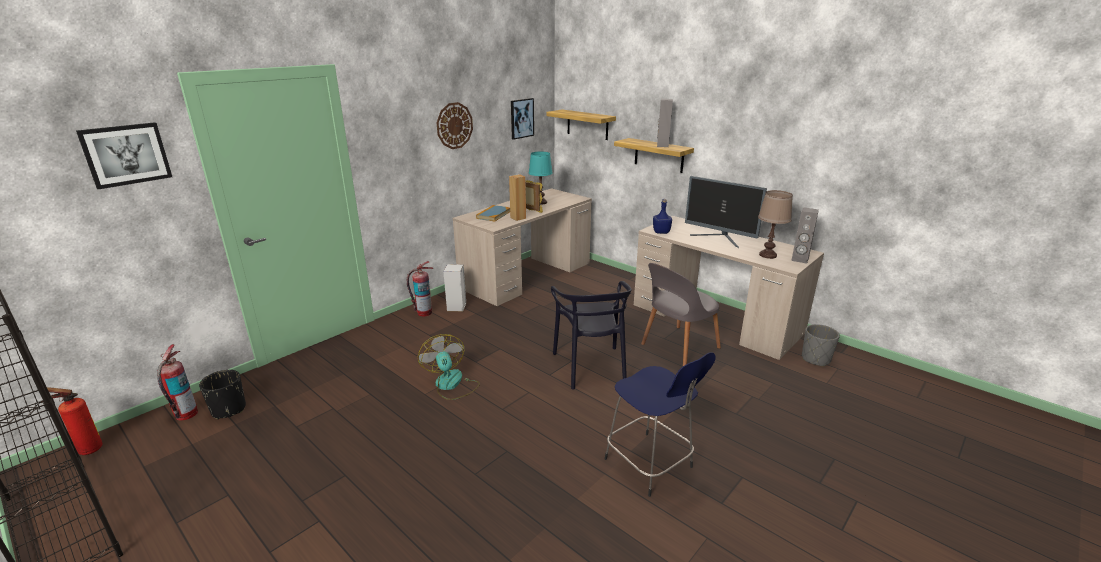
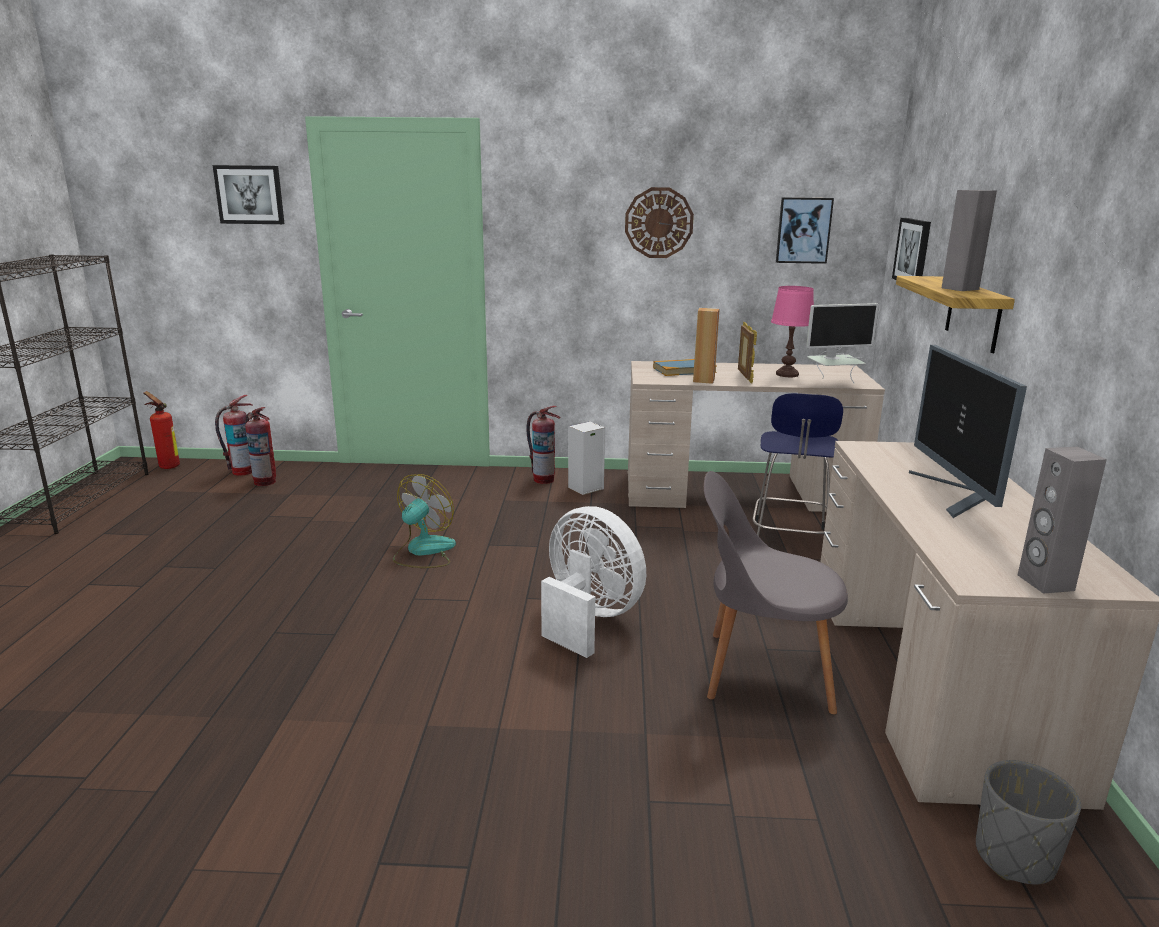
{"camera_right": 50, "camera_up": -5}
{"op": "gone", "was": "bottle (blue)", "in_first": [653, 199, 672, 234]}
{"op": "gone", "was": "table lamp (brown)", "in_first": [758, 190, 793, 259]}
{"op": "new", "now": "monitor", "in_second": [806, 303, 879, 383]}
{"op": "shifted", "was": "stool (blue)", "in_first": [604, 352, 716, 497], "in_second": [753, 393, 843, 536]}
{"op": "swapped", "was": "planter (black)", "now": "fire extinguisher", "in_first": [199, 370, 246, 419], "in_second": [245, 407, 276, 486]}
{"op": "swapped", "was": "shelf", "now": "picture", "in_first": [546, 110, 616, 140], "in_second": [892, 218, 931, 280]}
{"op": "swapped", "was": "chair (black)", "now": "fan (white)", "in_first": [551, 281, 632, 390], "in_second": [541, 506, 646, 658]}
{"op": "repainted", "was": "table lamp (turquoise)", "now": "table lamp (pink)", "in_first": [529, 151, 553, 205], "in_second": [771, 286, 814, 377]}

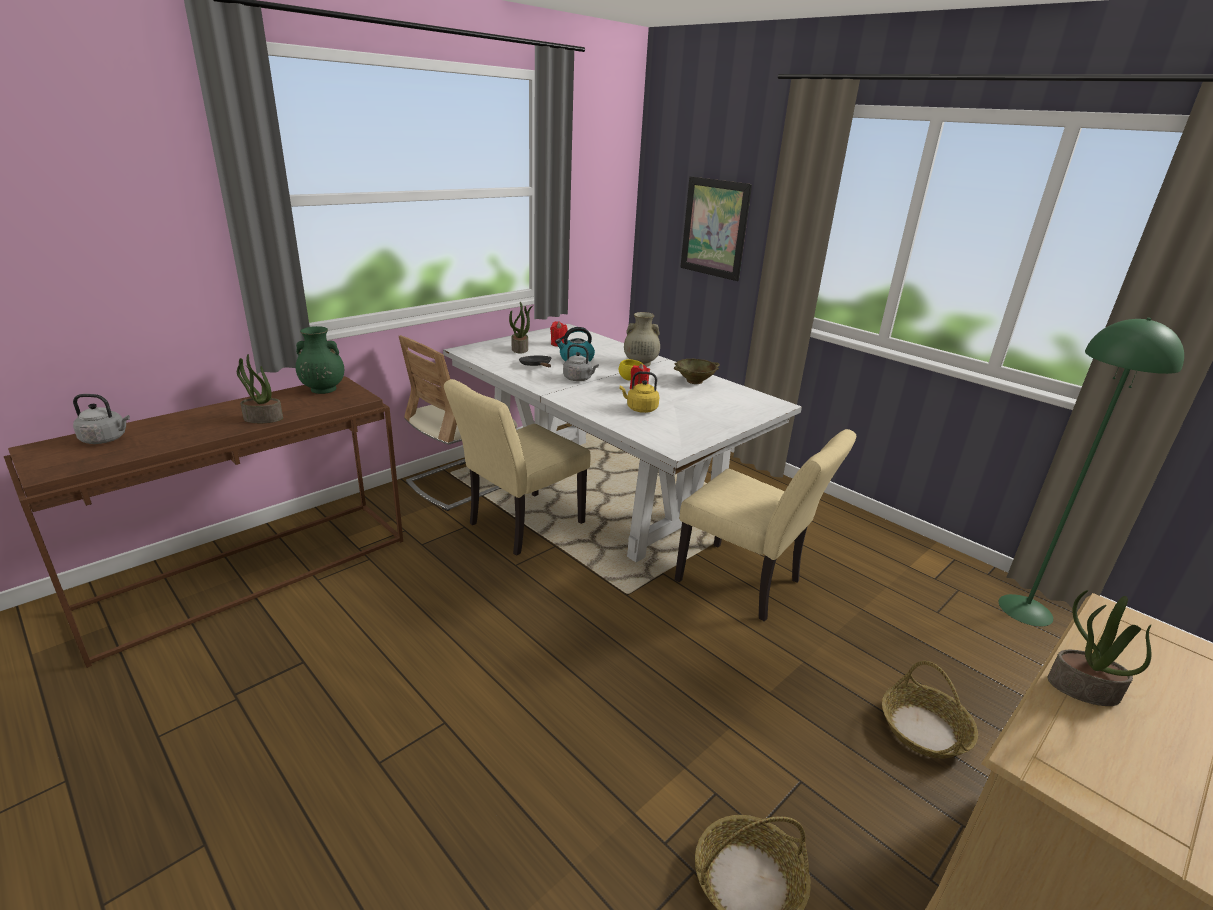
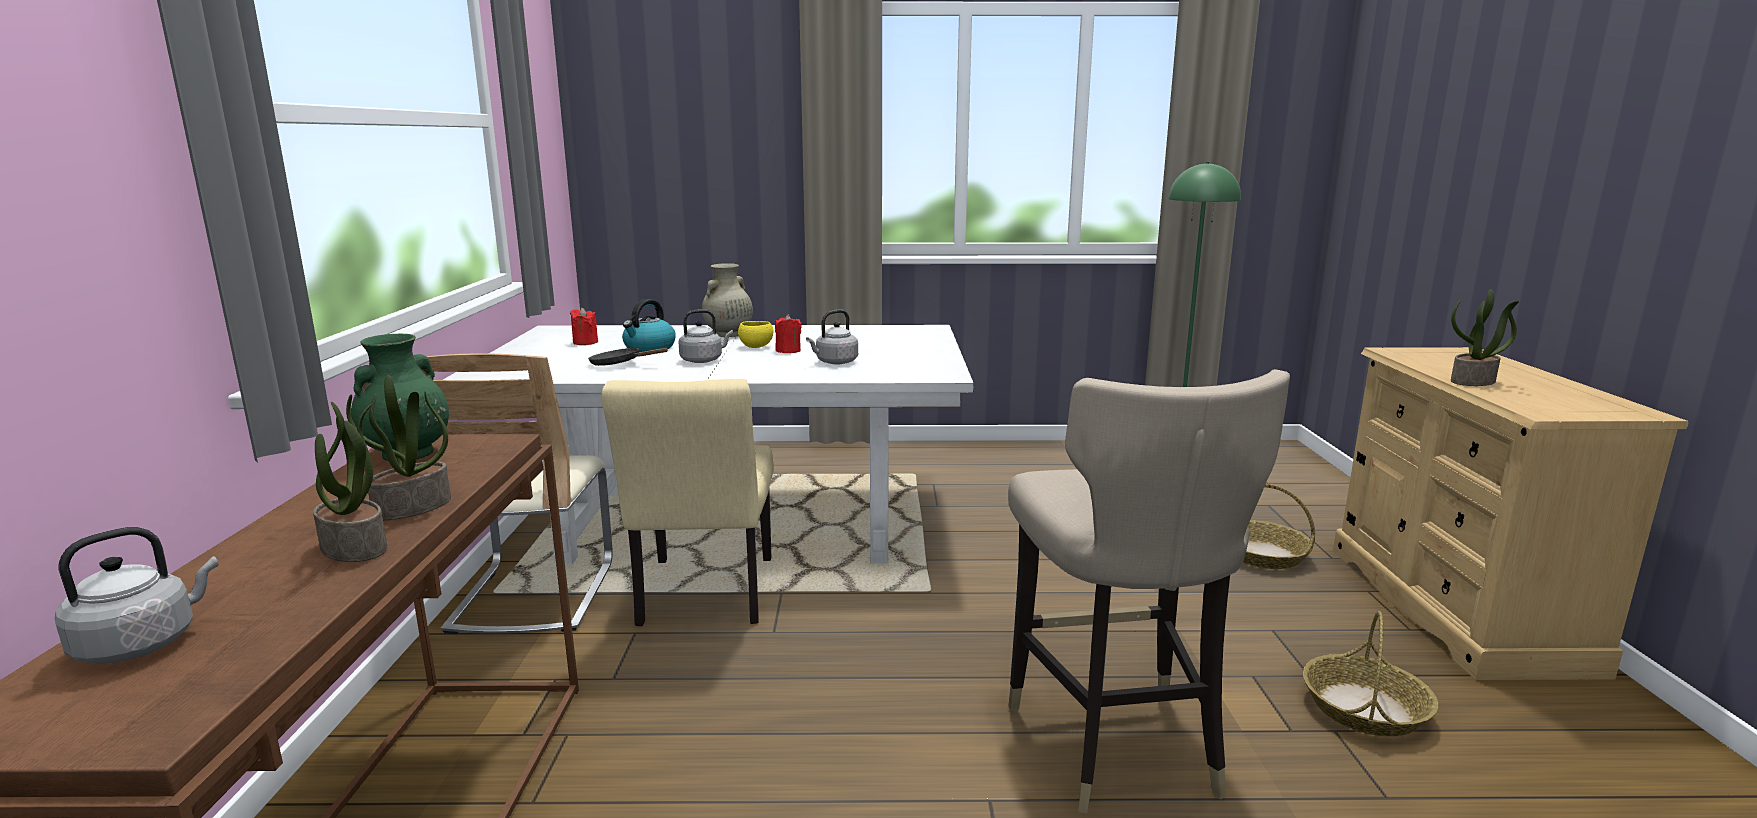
{"camera_right": -45, "camera_up": -10}
{"op": "gone", "was": "bowl (beige)", "in_first": [674, 359, 720, 384]}
{"op": "gone", "was": "chair (beige)", "in_first": [675, 429, 856, 621]}
{"op": "gone", "was": "picture", "in_first": [680, 177, 752, 281]}
{"op": "new", "now": "stool (beige)", "in_second": [1008, 369, 1290, 814]}
{"op": "shifted", "was": "potted plant", "in_first": [509, 302, 533, 353], "in_second": [313, 402, 387, 562]}
{"op": "repainted", "was": "kettle (yellow)", "now": "kettle (grey)", "in_first": [620, 371, 659, 413], "in_second": [806, 310, 858, 364]}

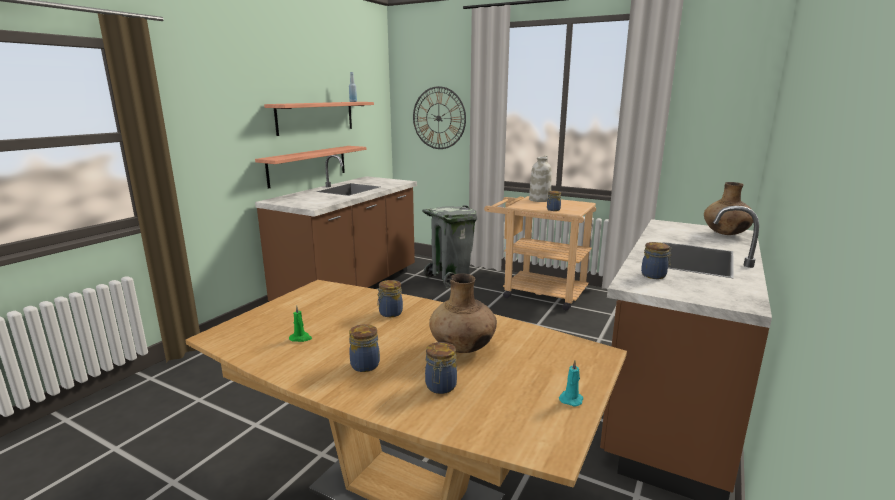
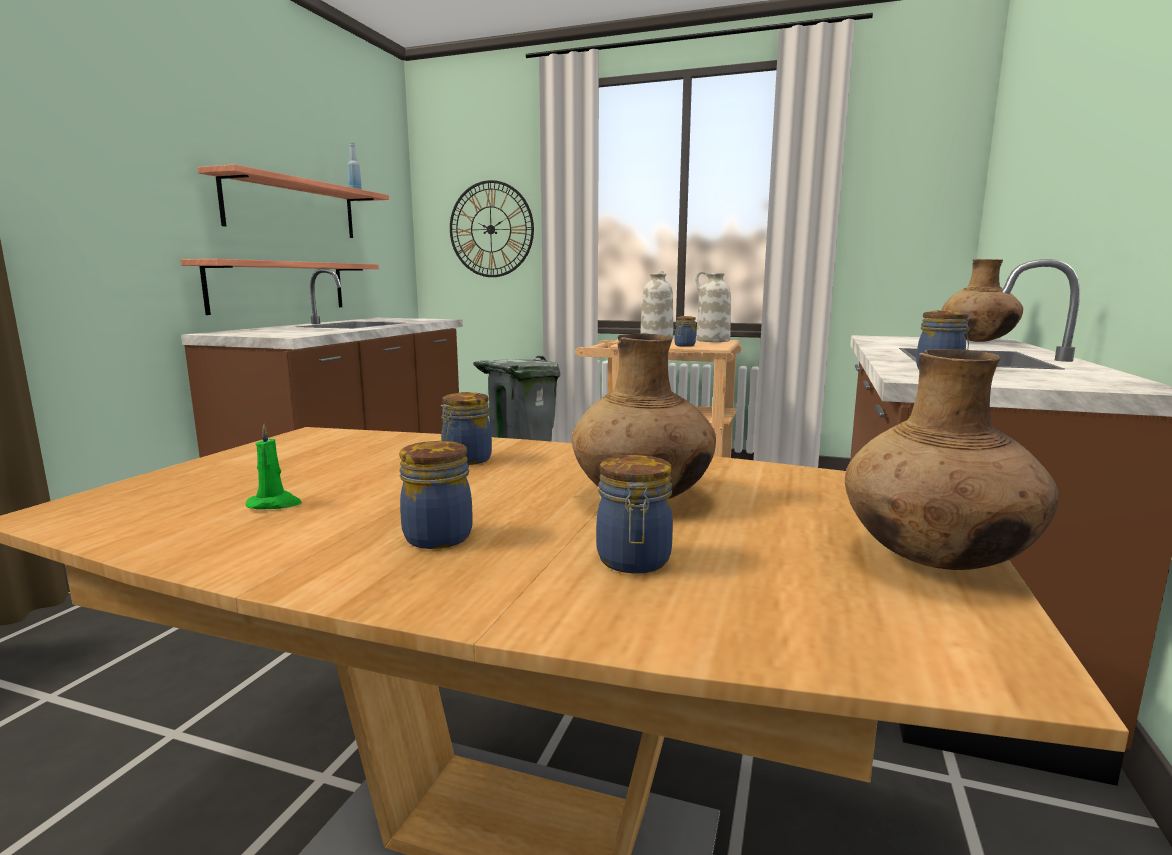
{"camera_right": -10, "camera_up": -5}
{"op": "new", "now": "vase (white)", "in_second": [696, 270, 731, 342]}
{"op": "swapped", "was": "candle (turquoise)", "now": "vase (brown)", "in_first": [559, 360, 583, 407], "in_second": [845, 349, 1059, 570]}

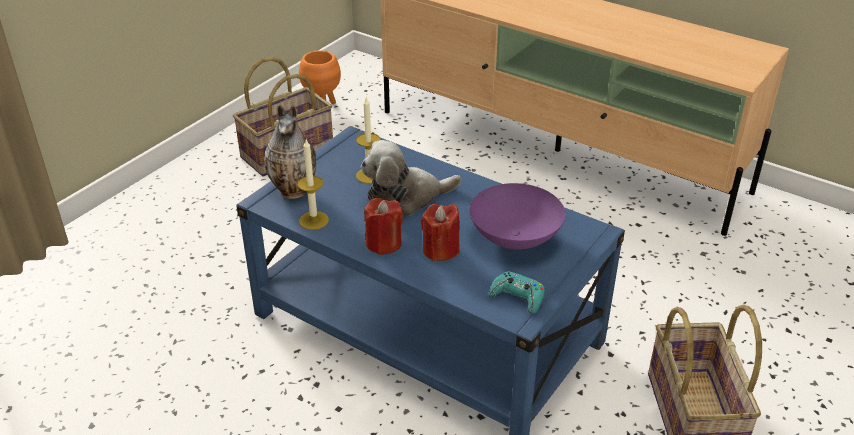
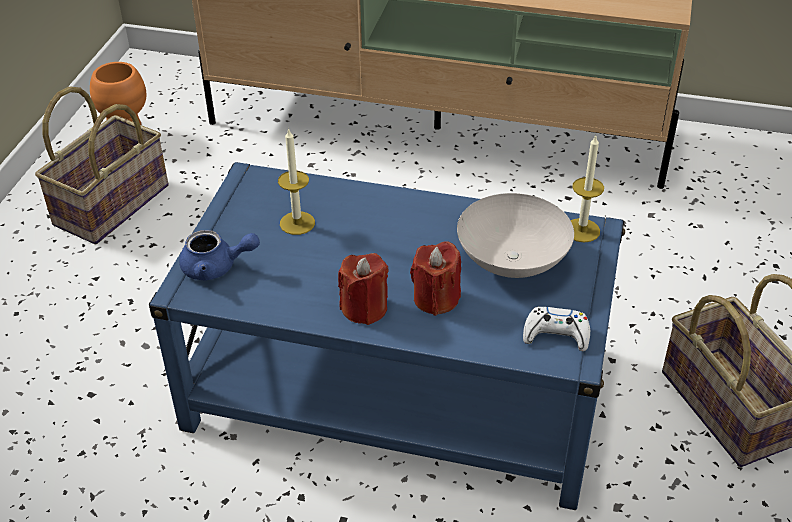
{"camera_right": -20, "camera_up": 5}
{"op": "gone", "was": "plush toy", "in_first": [361, 140, 461, 216]}
{"op": "shifted", "was": "candle", "in_first": [297, 140, 329, 230], "in_second": [570, 136, 604, 243]}
{"op": "swapped", "was": "vase", "now": "teapot (blue)", "in_first": [264, 104, 316, 199], "in_second": [179, 230, 260, 280]}
{"op": "repainted", "was": "bowl (purple)", "now": "bowl (white)", "in_first": [469, 183, 565, 250], "in_second": [457, 193, 574, 278]}
{"op": "repainted", "was": "game controller (turquoise)", "now": "game controller (white)", "in_first": [489, 271, 545, 314], "in_second": [523, 307, 590, 351]}

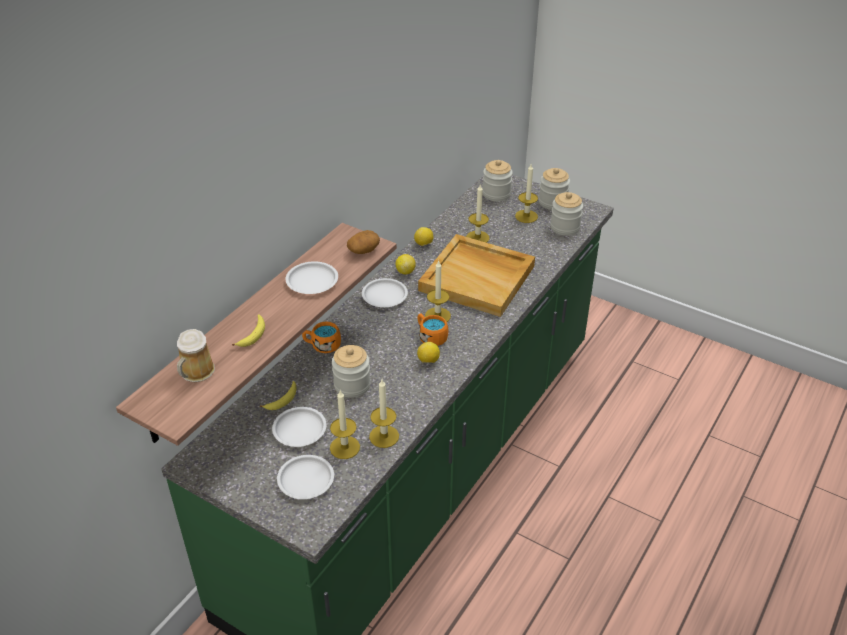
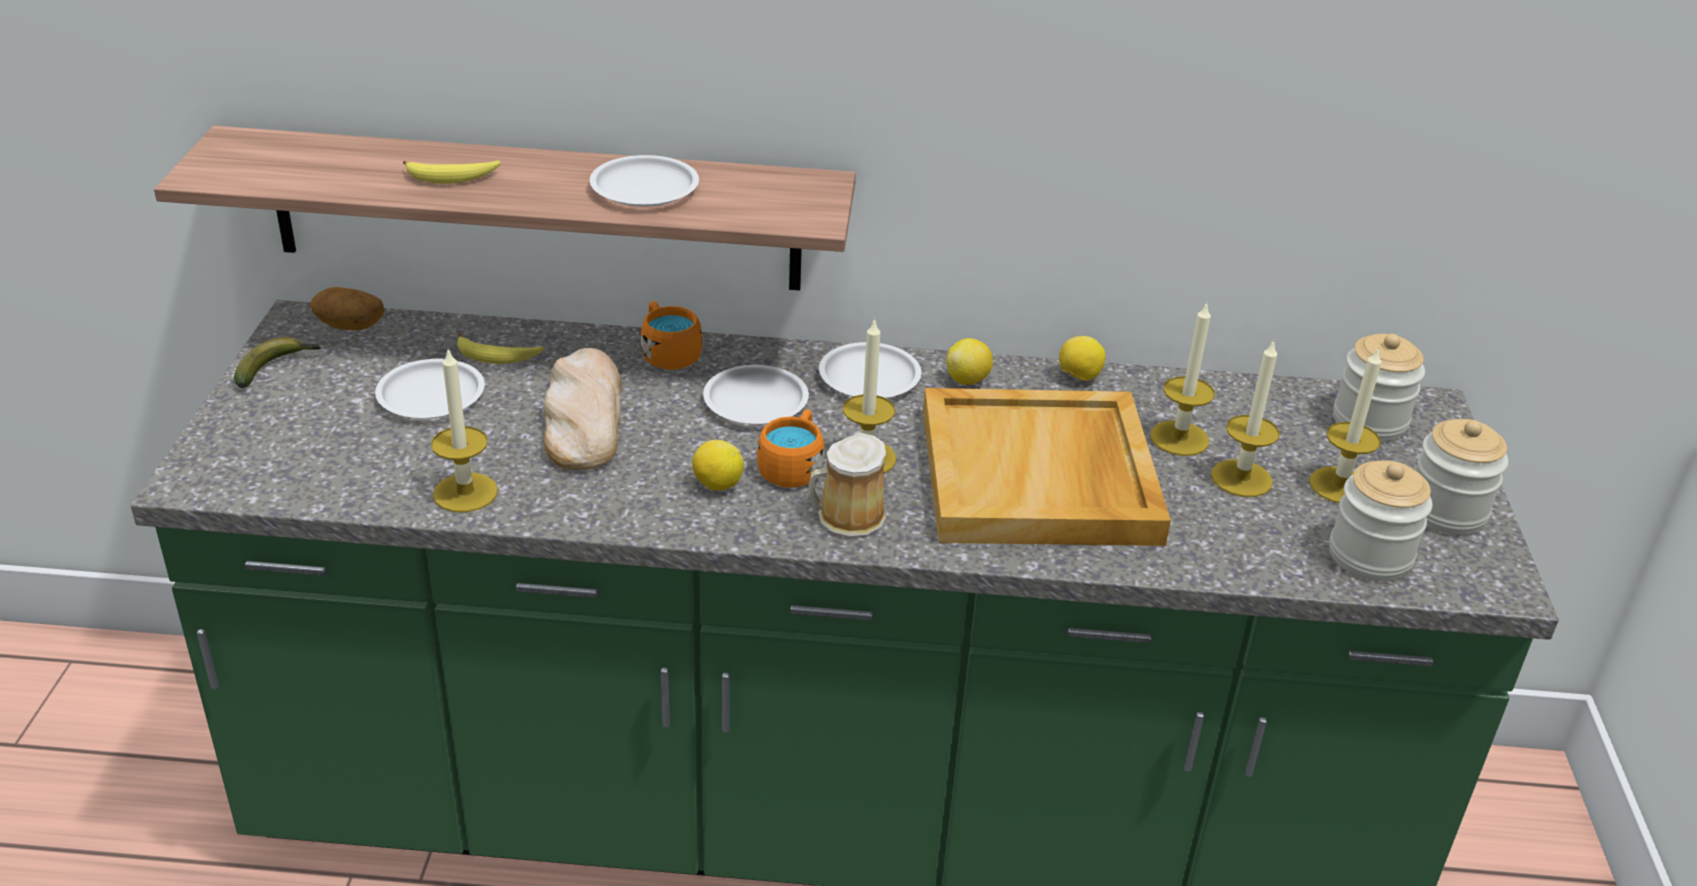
{"camera_right": 60, "camera_up": -5}
{"op": "new", "now": "banana", "in_second": [234, 337, 322, 388]}
{"op": "shifted", "was": "mug", "in_first": [177, 329, 215, 382], "in_second": [808, 433, 886, 537]}
{"op": "shifted", "was": "plate (white)", "in_first": [277, 455, 334, 499], "in_second": [703, 365, 809, 424]}
{"op": "shifted", "was": "candle", "in_first": [330, 390, 360, 459], "in_second": [1211, 339, 1280, 497]}
{"op": "shifted", "was": "potato", "in_first": [347, 230, 380, 254], "in_second": [310, 287, 385, 330]}
{"op": "swapped", "was": "jar", "now": "bread", "in_first": [332, 345, 371, 398], "in_second": [544, 348, 622, 470]}

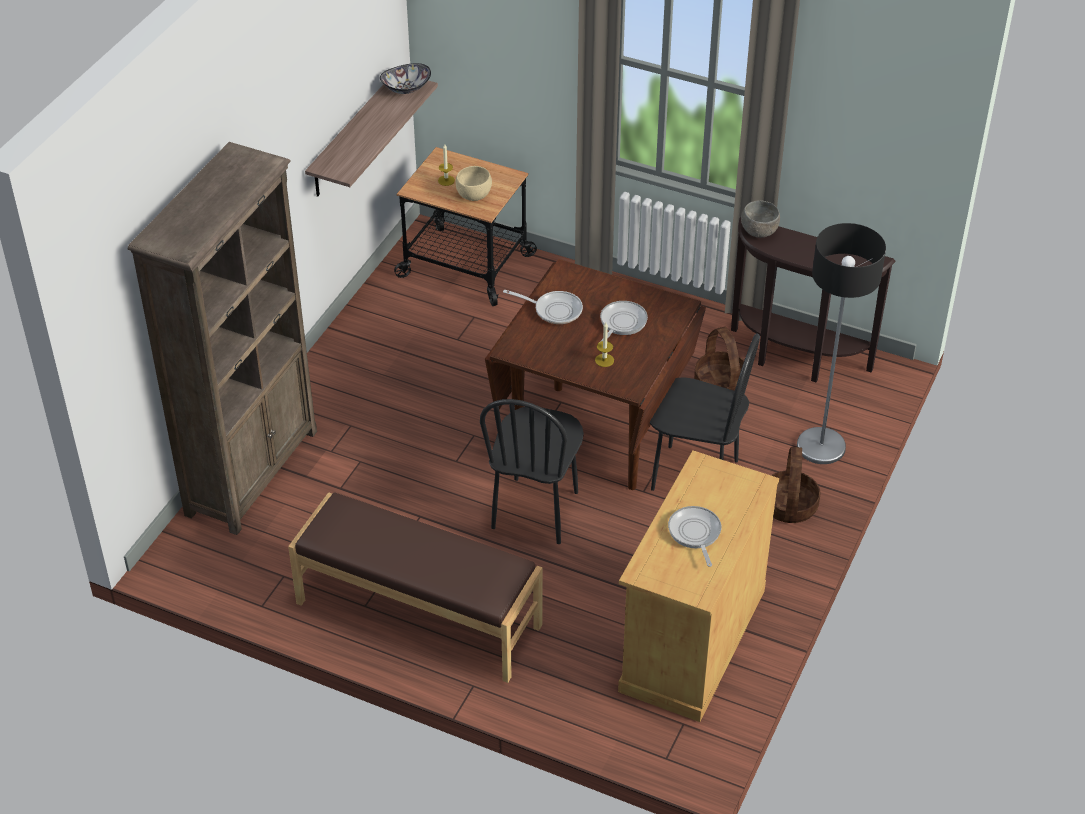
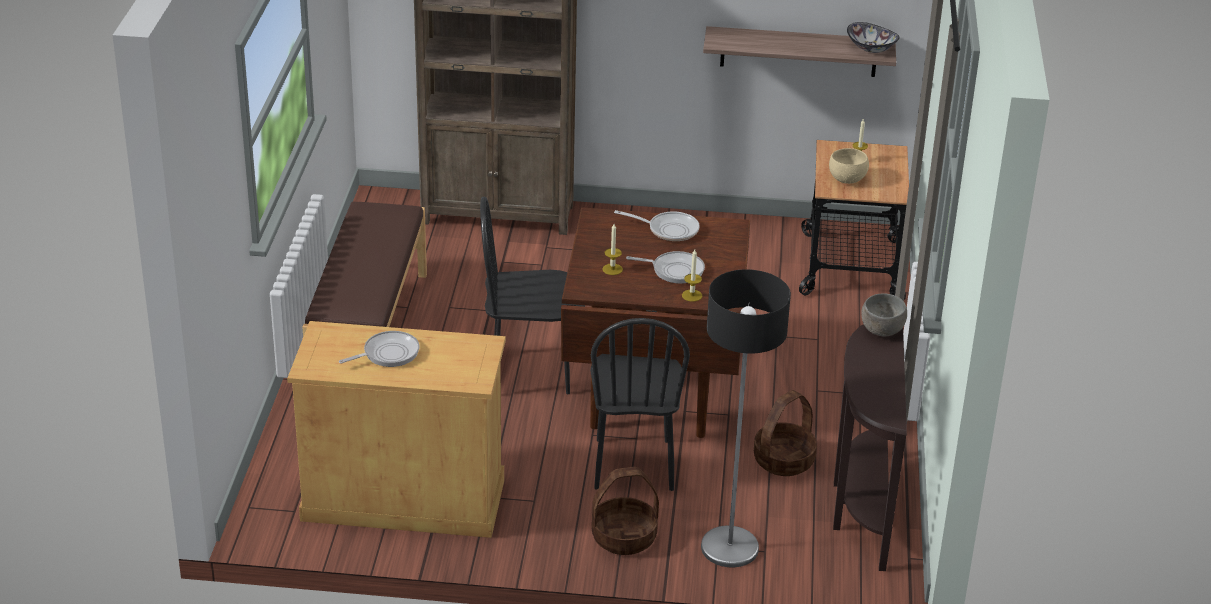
{"camera_right": 70, "camera_up": -10}
{"op": "new", "now": "candle", "in_second": [682, 249, 702, 302]}
{"op": "rotated", "was": "frying pan", "in_first": [503, 290, 583, 324], "in_second": [614, 210, 700, 241], "clockwise": -75}

